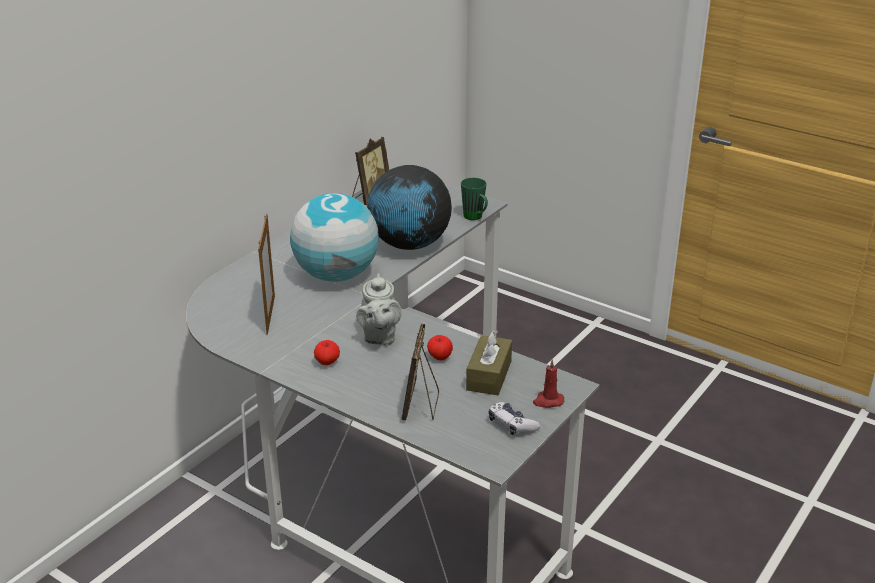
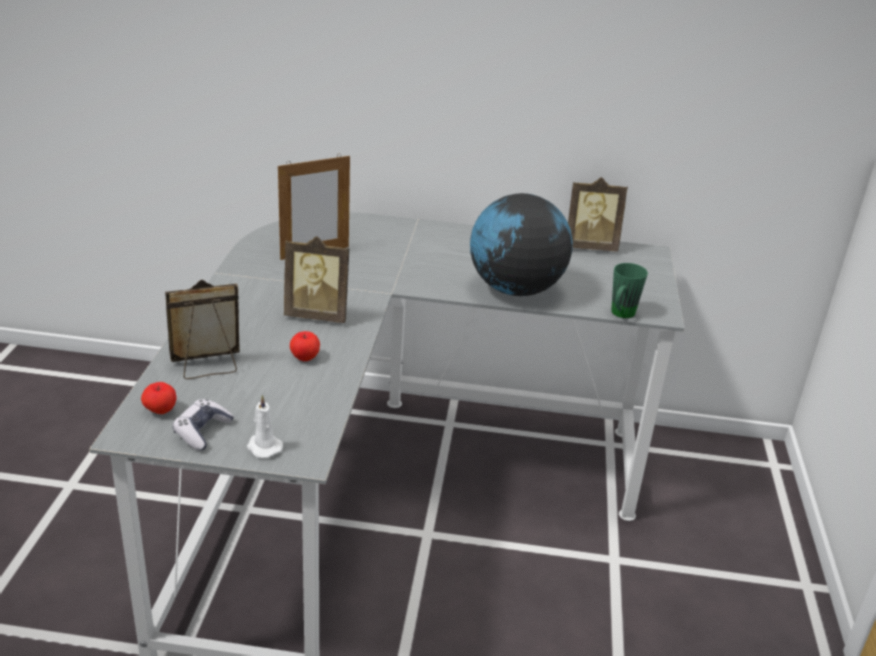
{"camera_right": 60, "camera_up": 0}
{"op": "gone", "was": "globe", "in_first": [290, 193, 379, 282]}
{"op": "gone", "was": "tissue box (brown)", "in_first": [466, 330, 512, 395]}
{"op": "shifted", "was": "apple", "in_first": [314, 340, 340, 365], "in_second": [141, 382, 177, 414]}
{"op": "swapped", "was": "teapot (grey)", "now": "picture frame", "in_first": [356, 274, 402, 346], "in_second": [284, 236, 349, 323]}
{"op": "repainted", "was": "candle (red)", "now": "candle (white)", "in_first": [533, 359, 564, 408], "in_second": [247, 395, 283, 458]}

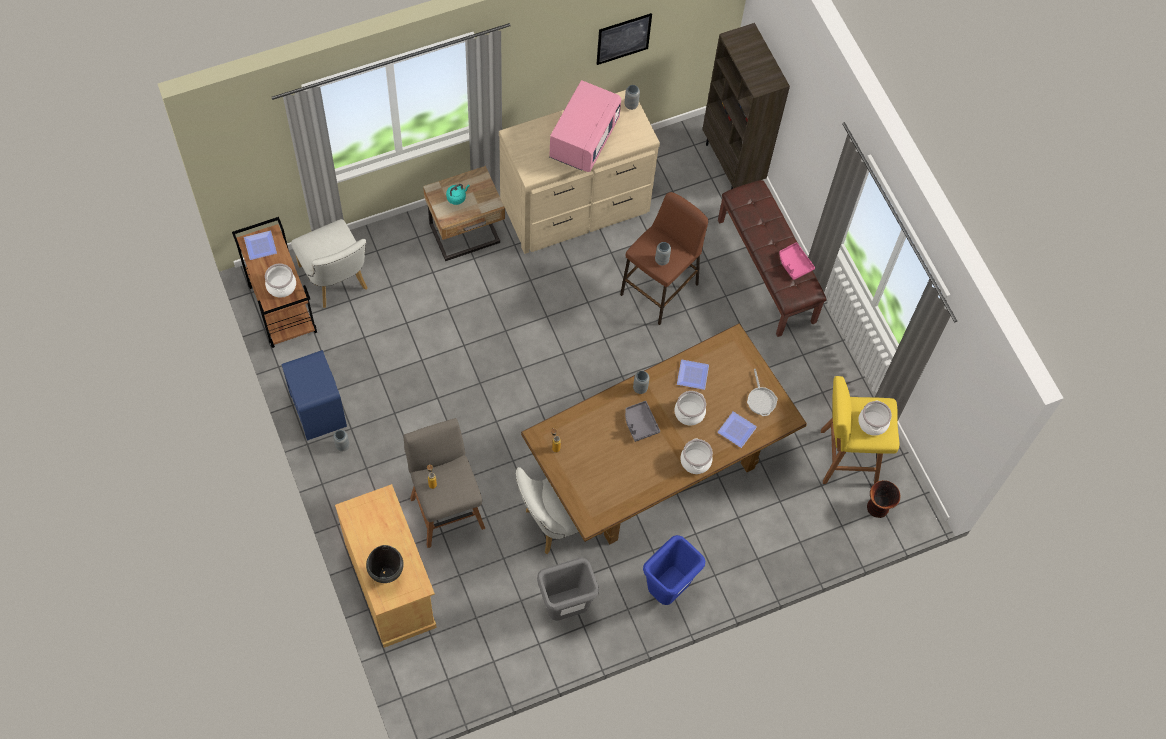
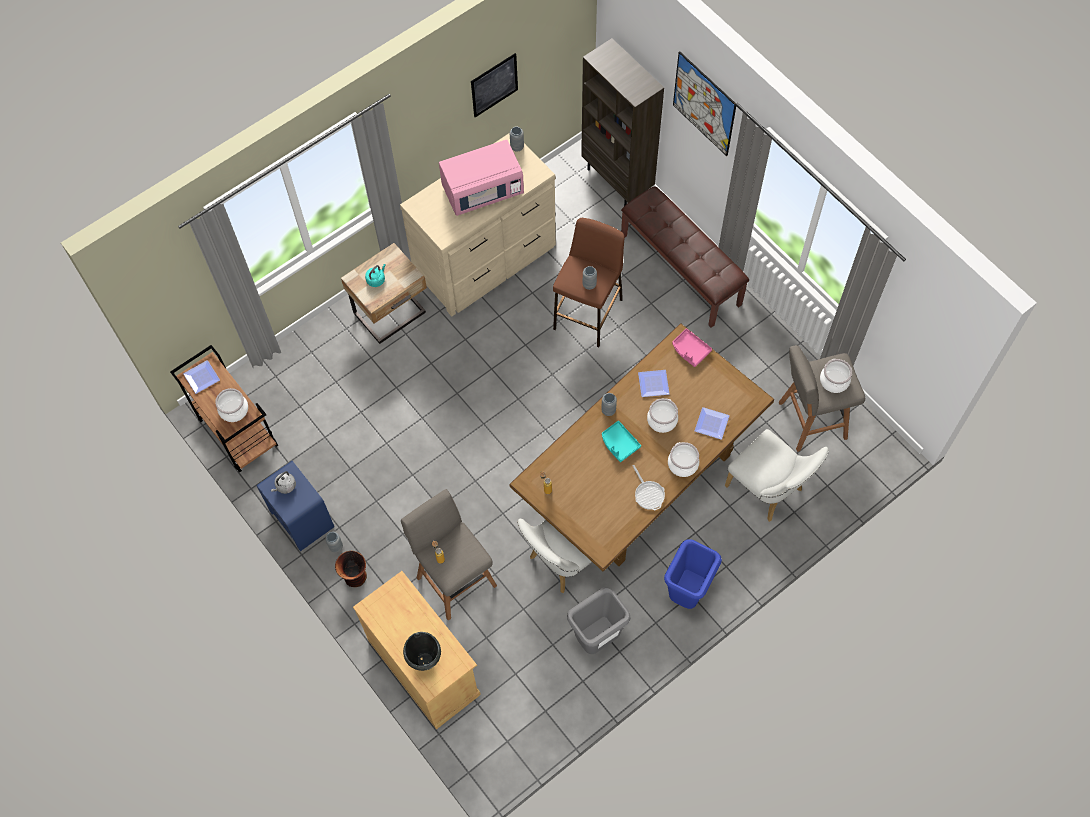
{"camera_right": -10, "camera_up": 0}
{"op": "new", "now": "kettle (grey)", "in_second": [271, 471, 296, 494]}
{"op": "new", "now": "picture", "in_second": [673, 51, 736, 156]}
{"op": "shifted", "was": "chair (white)", "in_first": [291, 219, 368, 308], "in_second": [725, 429, 829, 522]}
{"op": "shifted", "was": "frying pan", "in_first": [747, 369, 778, 416], "in_second": [633, 465, 665, 511]}
{"op": "shifted", "was": "tray (pink)", "in_first": [779, 242, 815, 280], "in_second": [672, 328, 712, 367]}
{"op": "shifted", "was": "vase", "in_first": [867, 480, 900, 518], "in_second": [335, 551, 367, 587]}
{"op": "repainted", "was": "tray (grey)", "now": "tray (turquoise)", "in_first": [625, 401, 660, 442], "in_second": [602, 421, 641, 462]}
{"op": "repainted", "was": "stool (yellow)", "now": "stool (grey)", "in_first": [821, 376, 899, 484], "in_second": [779, 345, 865, 452]}
{"op": "rotated", "was": "microwave (pink)", "in_first": [549, 80, 621, 172], "in_second": [439, 140, 524, 216], "clockwise": 60}

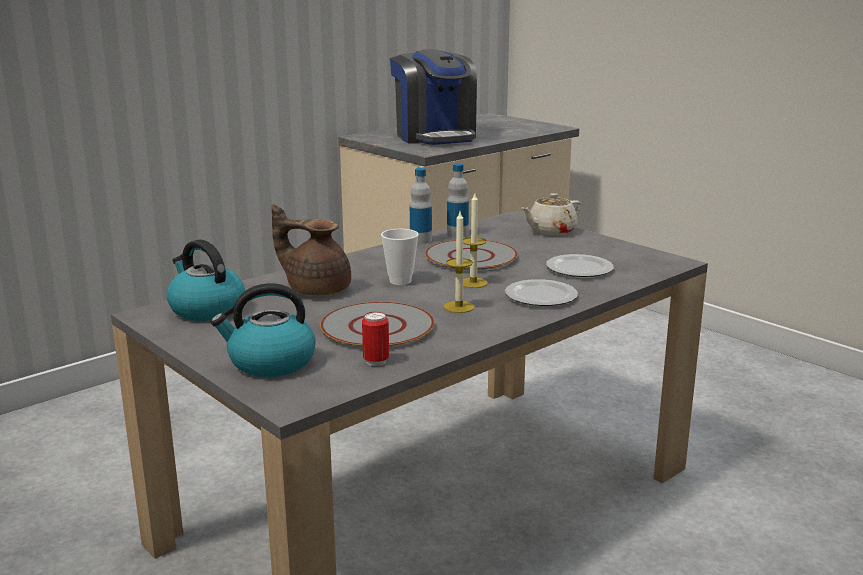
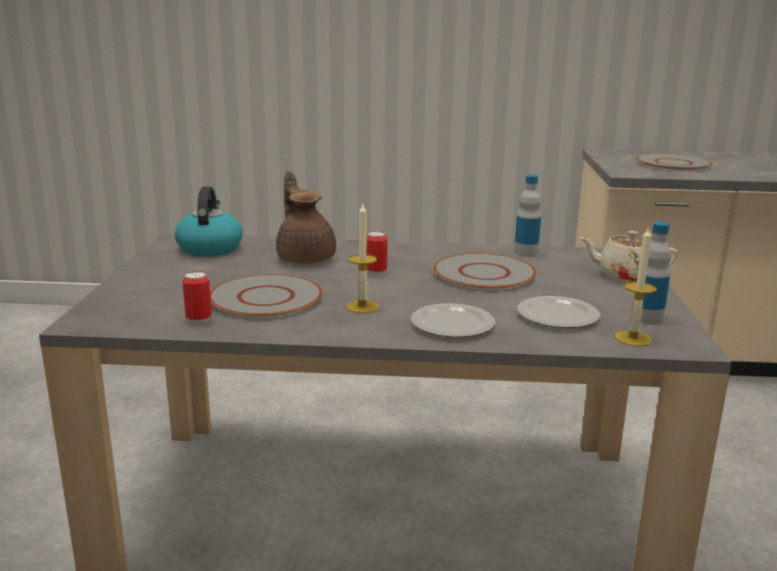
{"camera_right": 45, "camera_up": 0}
{"op": "gone", "was": "kettle", "in_first": [211, 283, 316, 377]}
{"op": "shifted", "was": "bottle", "in_first": [410, 168, 432, 244], "in_second": [640, 222, 671, 325]}
{"op": "shifted", "was": "candle", "in_first": [463, 194, 488, 288], "in_second": [615, 226, 657, 346]}
{"op": "swapped", "was": "cup", "now": "can", "in_first": [381, 229, 419, 285], "in_second": [366, 231, 388, 276]}
{"op": "swapped", "was": "coffee machine", "now": "plate (grey)", "in_first": [390, 49, 477, 145], "in_second": [636, 154, 712, 171]}

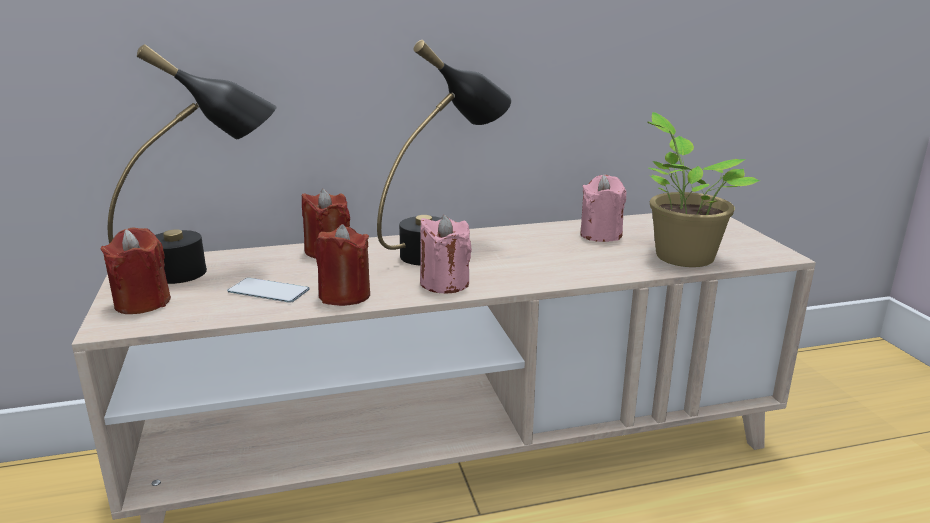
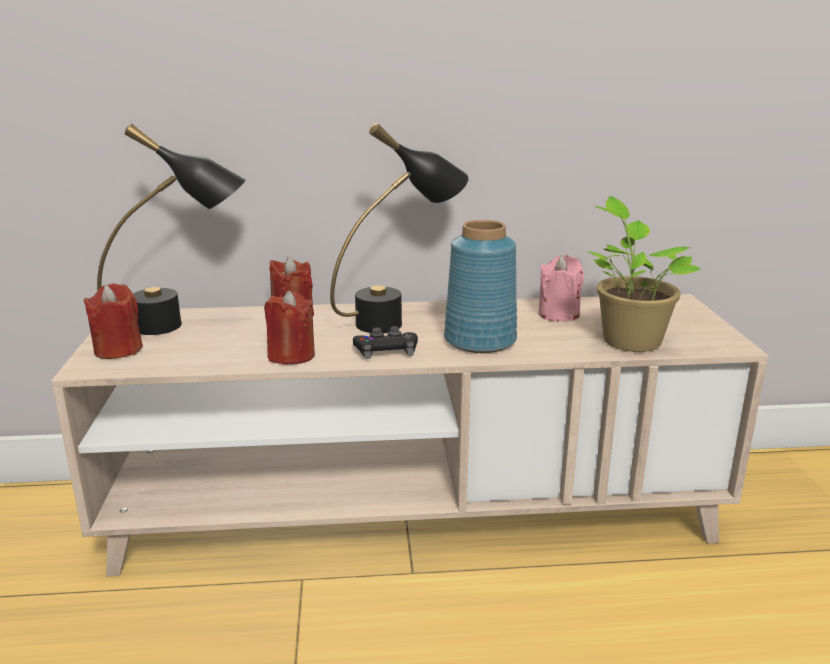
{"camera_right": 10, "camera_up": 0}
{"op": "gone", "was": "phone", "in_first": [227, 278, 309, 303]}
{"op": "new", "now": "vase (blue)", "in_second": [444, 220, 517, 353]}
{"op": "swapped", "was": "candle (pink)", "now": "game controller (black)", "in_first": [420, 215, 472, 293], "in_second": [353, 326, 418, 359]}

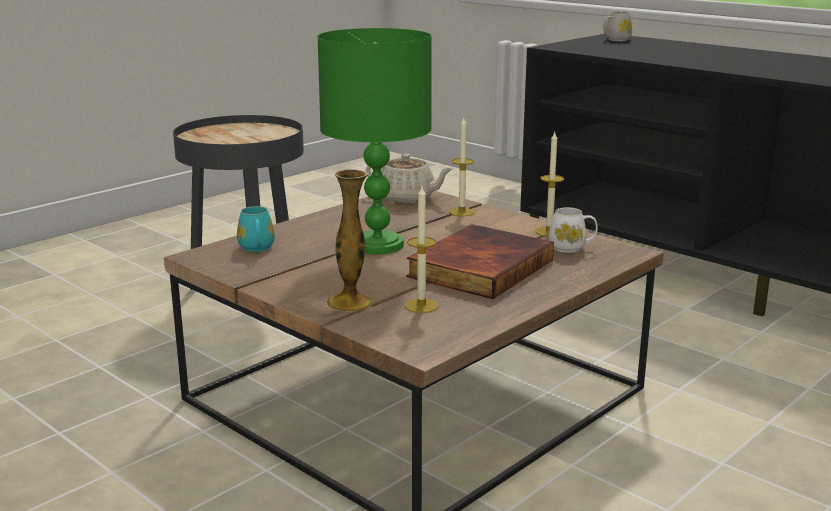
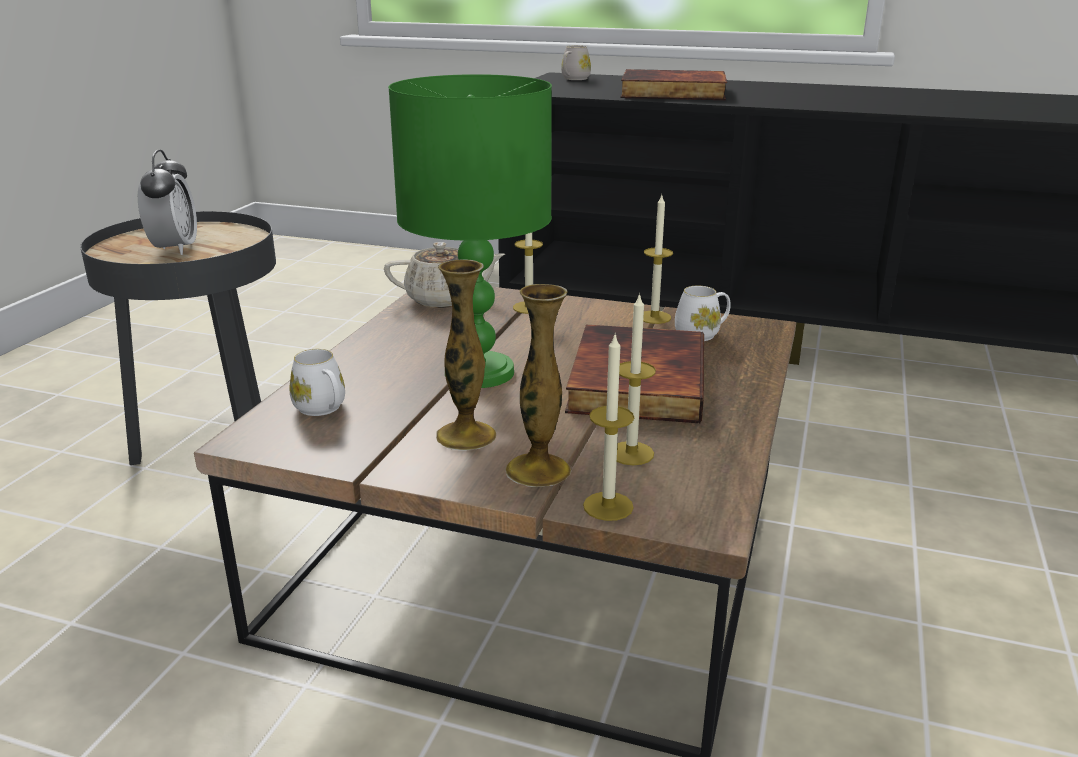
{"camera_right": -25, "camera_up": 5}
{"op": "new", "now": "alarm clock", "in_second": [138, 150, 197, 255]}
{"op": "new", "now": "vase", "in_second": [436, 259, 496, 451]}
{"op": "new", "now": "candle", "in_second": [583, 335, 634, 521]}
{"op": "new", "now": "book", "in_second": [621, 69, 727, 100]}
{"op": "repainted", "was": "mug (turquoise)", "now": "mug (white)", "in_first": [237, 206, 275, 252], "in_second": [290, 349, 345, 416]}

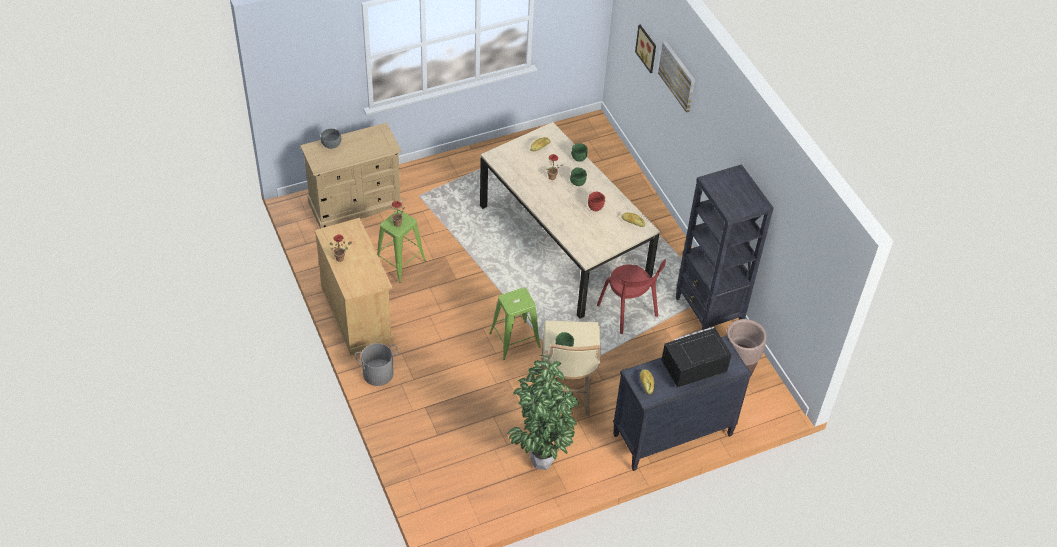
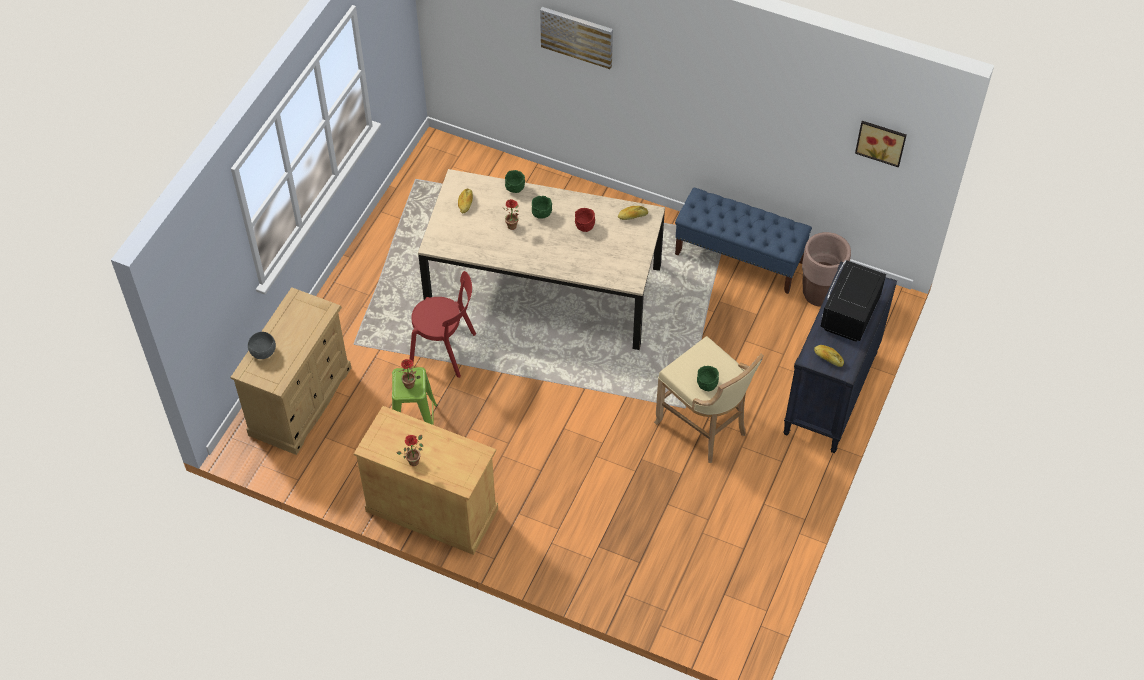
{"camera_right": -40, "camera_up": 5}
{"op": "gone", "was": "bucket (grey)", "in_first": [355, 343, 399, 386]}
{"op": "gone", "was": "stool (green)", "in_first": [489, 288, 541, 360]}
{"op": "gone", "was": "potted plant", "in_first": [507, 355, 579, 470]}
{"op": "shifted", "was": "chair (red)", "in_first": [597, 259, 666, 334], "in_second": [409, 271, 476, 378]}
{"op": "shifted", "was": "picture", "in_first": [635, 25, 656, 73], "in_second": [855, 121, 906, 167]}
{"op": "swapped", "was": "bookcase (black)", "now": "bench (blue)", "in_first": [675, 164, 774, 330], "in_second": [675, 187, 812, 294]}

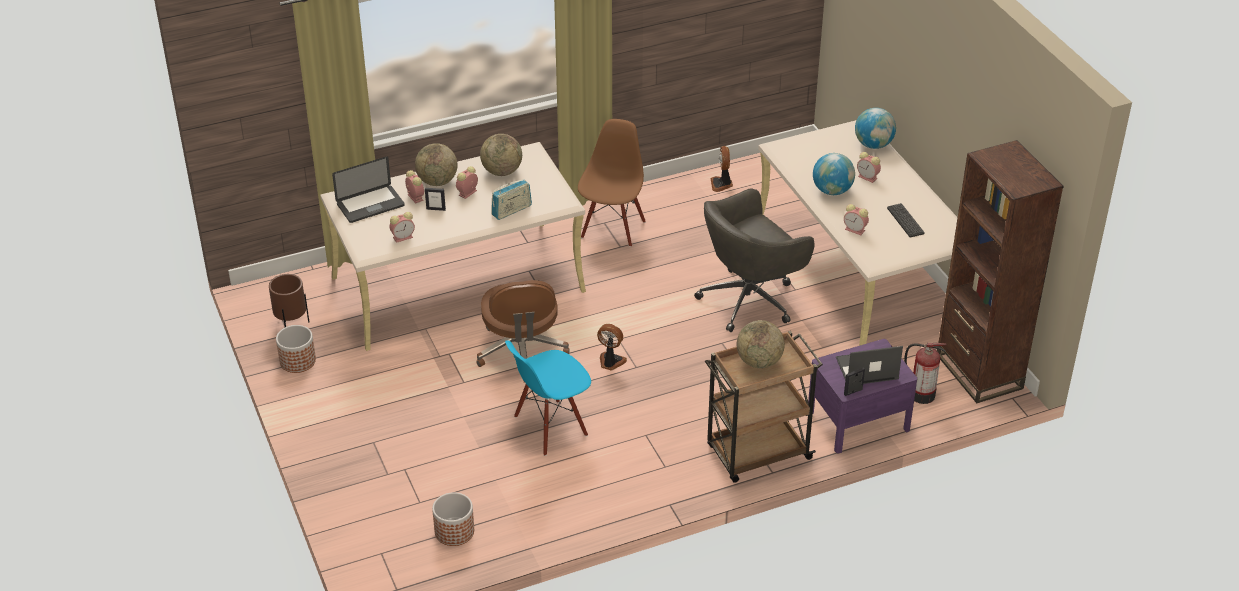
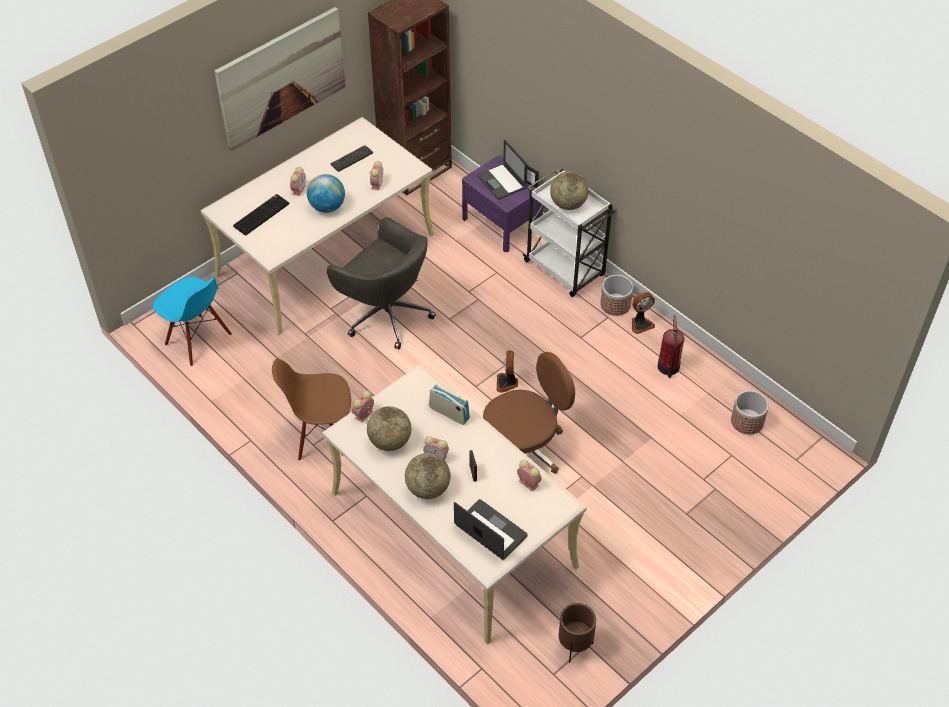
{"camera_right": -110, "camera_up": 10}
{"op": "gone", "was": "globe", "in_first": [855, 108, 896, 149]}
{"op": "new", "now": "picture", "in_second": [214, 7, 345, 151]}
{"op": "new", "now": "keyboard", "in_second": [233, 194, 289, 236]}
{"op": "shifted", "was": "planter", "in_first": [276, 325, 316, 373], "in_second": [600, 275, 633, 316]}
{"op": "shifted", "was": "alarm clock", "in_first": [405, 170, 424, 203], "in_second": [352, 391, 374, 422]}
{"op": "shifted", "was": "chair (blue)", "in_first": [505, 340, 591, 456], "in_second": [153, 276, 232, 366]}
{"op": "shifted", "was": "fan", "in_first": [710, 146, 733, 192], "in_second": [632, 292, 655, 334]}
{"op": "shifted", "was": "fire extinguisher", "in_first": [904, 343, 946, 404], "in_second": [658, 315, 684, 378]}
{"op": "repainted", "was": "cart (brown)", "now": "cart (white)", "in_first": [705, 331, 823, 483], "in_second": [523, 169, 615, 297]}

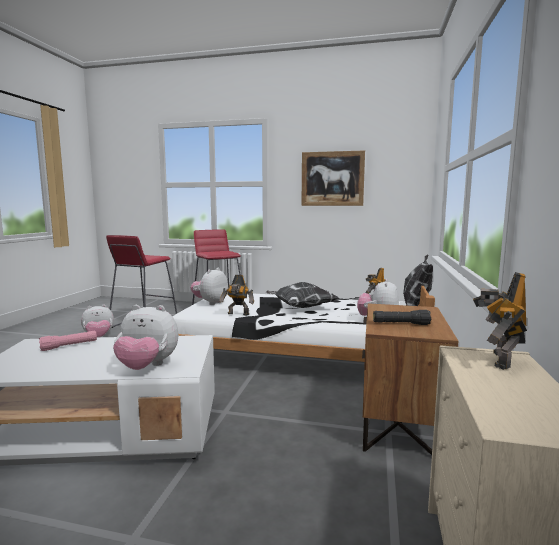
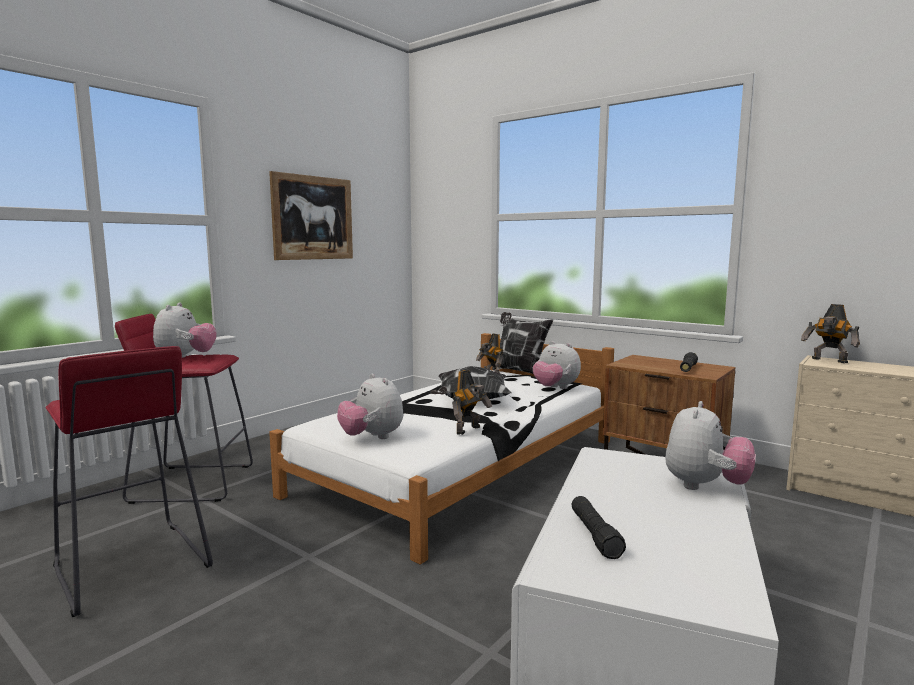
{"camera_right": -65, "camera_up": 0}
{"op": "shifted", "was": "plush toy", "in_first": [81, 304, 114, 337], "in_second": [153, 303, 217, 358]}
{"op": "repainted", "was": "flashlight (pink)", "now": "flashlight (black)", "in_first": [39, 331, 97, 351], "in_second": [571, 496, 626, 559]}

